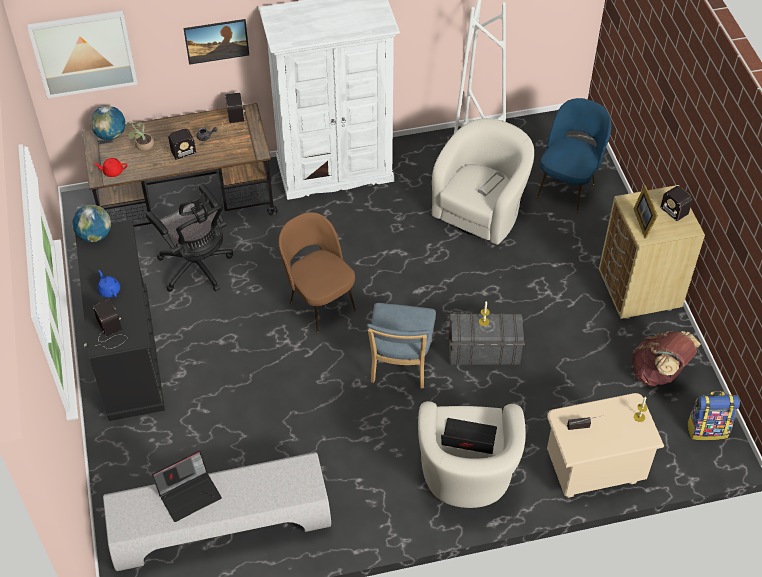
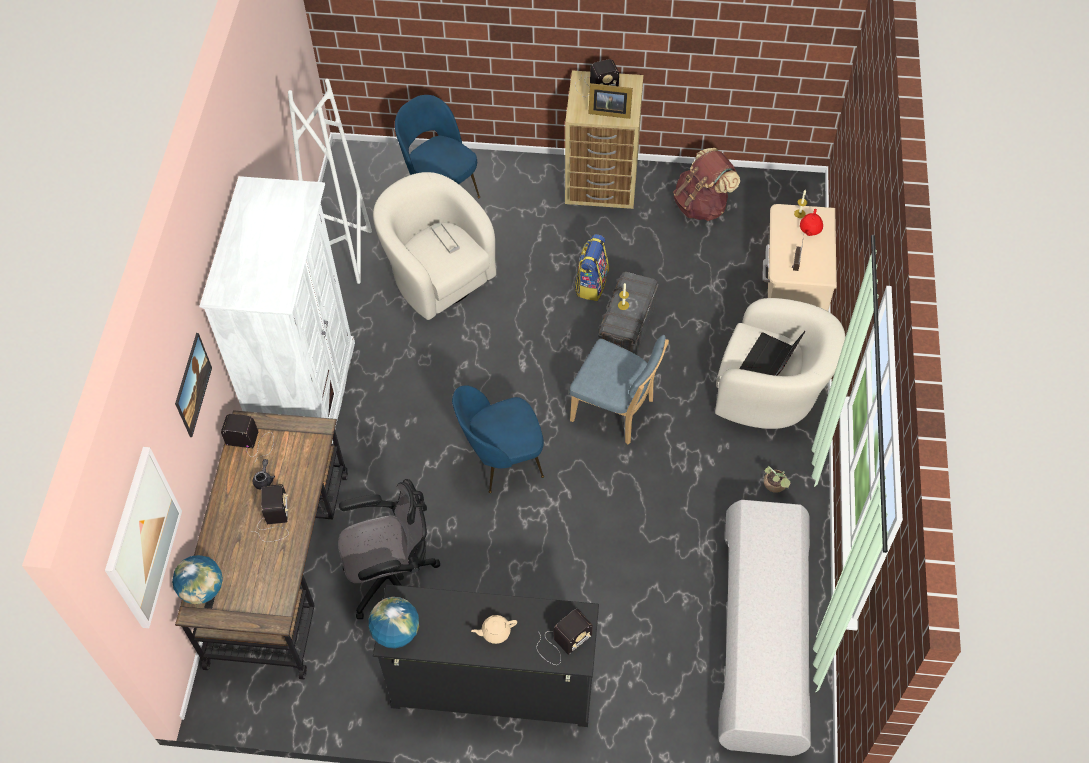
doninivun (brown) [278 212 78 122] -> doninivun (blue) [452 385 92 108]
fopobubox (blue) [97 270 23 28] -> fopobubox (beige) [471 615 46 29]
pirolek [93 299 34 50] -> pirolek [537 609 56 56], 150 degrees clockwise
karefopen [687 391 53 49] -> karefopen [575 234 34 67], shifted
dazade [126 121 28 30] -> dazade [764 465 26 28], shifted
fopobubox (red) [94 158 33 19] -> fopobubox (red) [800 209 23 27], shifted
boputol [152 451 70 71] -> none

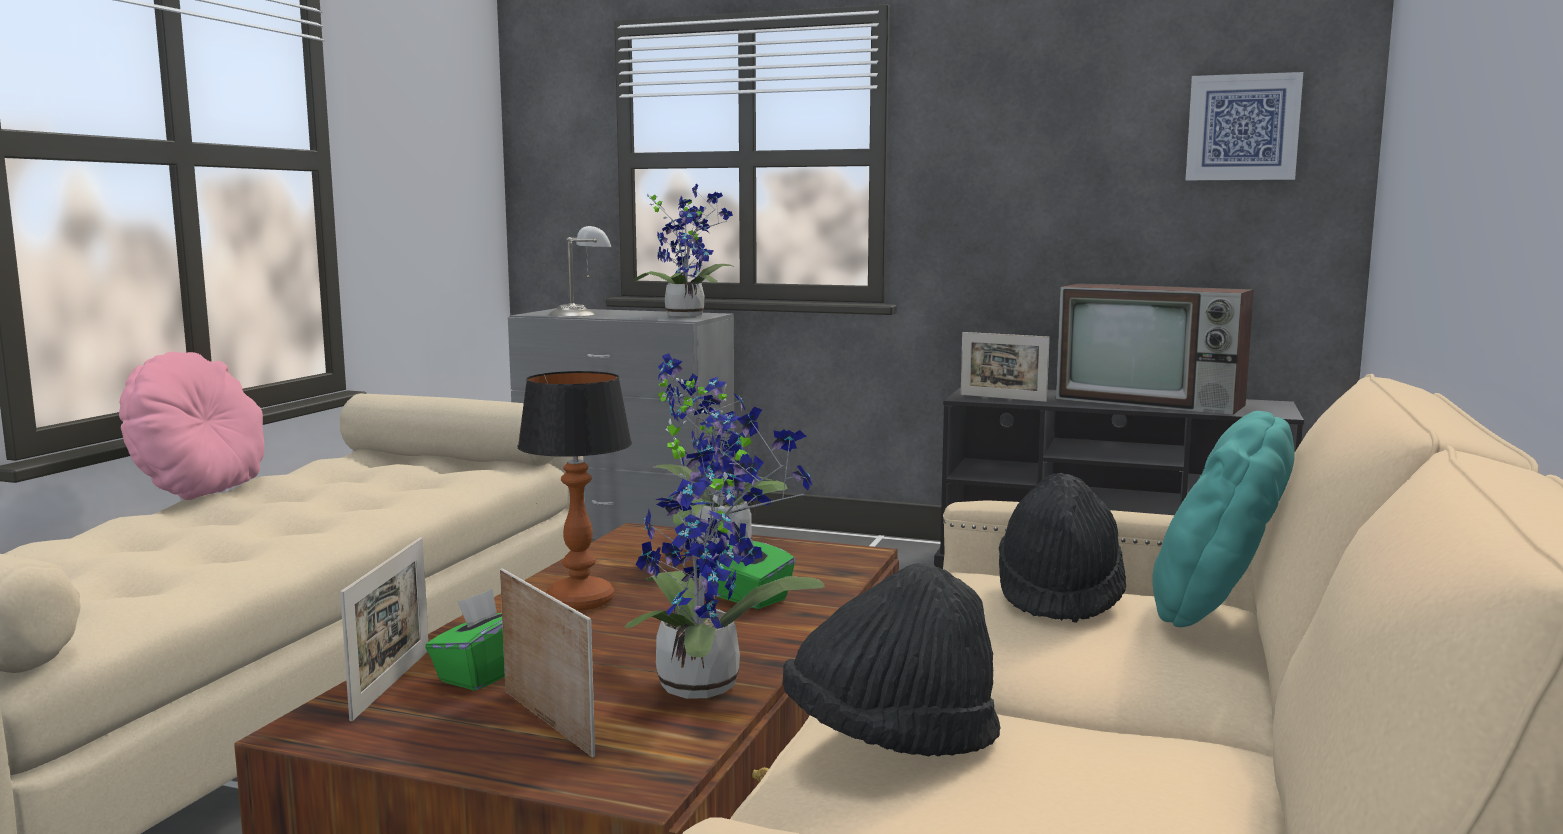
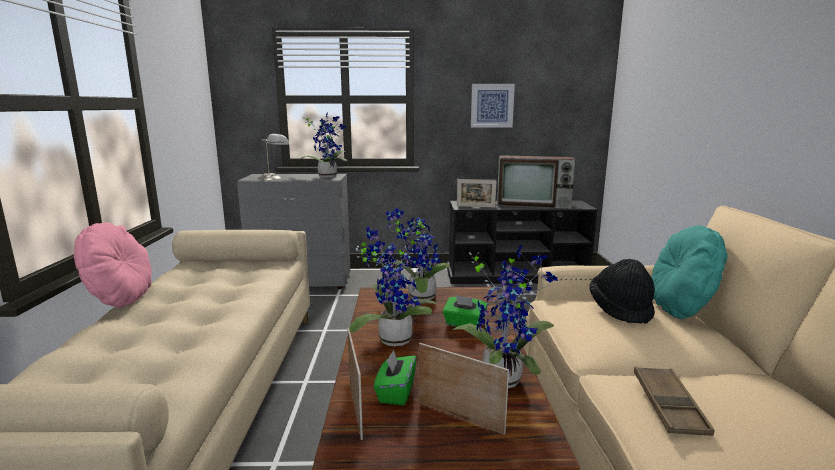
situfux [518 371 114 240] -> dazade [349 227 88 119]
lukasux [1186 72 117 108] -> lukasux [471 84 44 43], shifted
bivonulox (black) [782 563 219 193] -> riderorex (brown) [634 367 80 69]

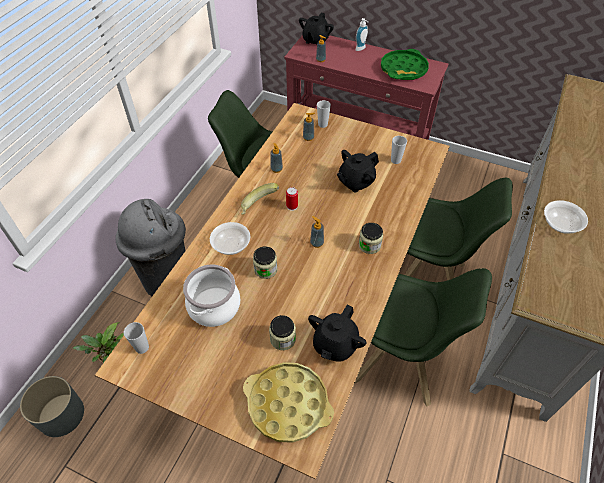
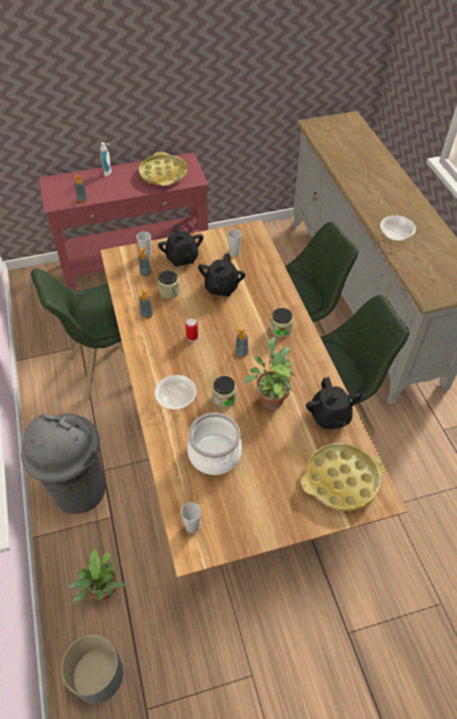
riderorex (green) [381 49 48 31] -> riderorex (yellow) [139 152 48 34]
fopobubox (black) [299 13 35 31] -> fopobubox (black) [158 225 45 42], shifted
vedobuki [269 315 27 35] -> vedobuki [158 270 21 29], shifted
none -> dazade [244 337 51 72]
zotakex [241 183 38 32] -> none

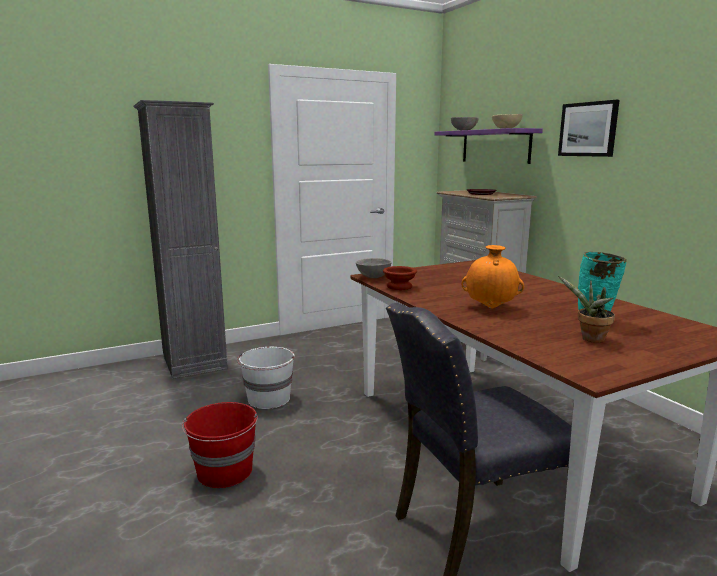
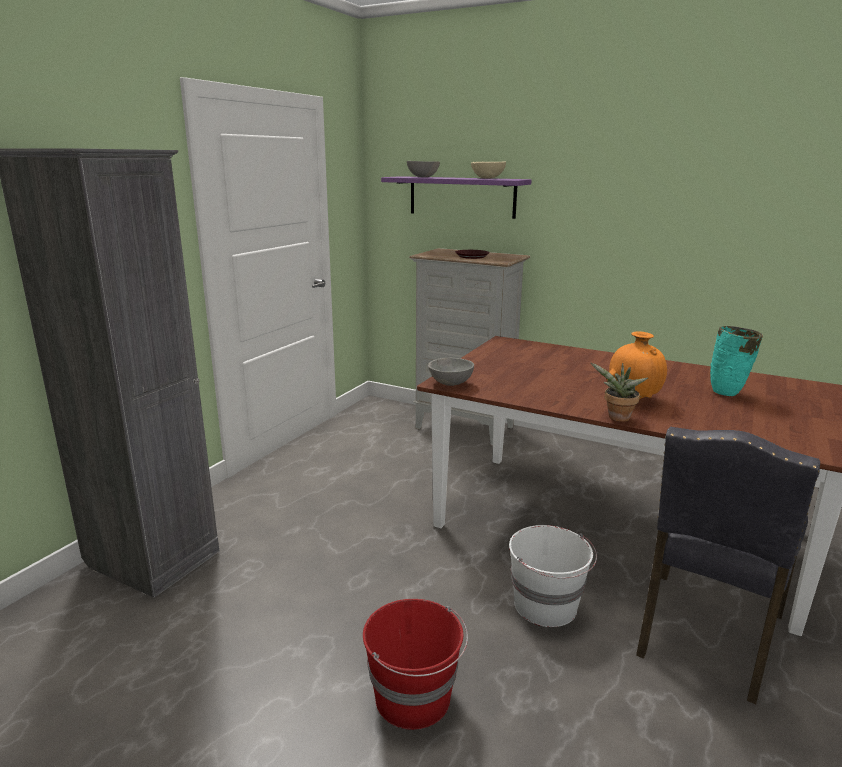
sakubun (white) [237 347 58 62] -> sakubun (white) [509 525 88 102], shifted
dazade [558 276 57 67] -> dazade [591 363 57 59], shifted
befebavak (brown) [383 266 34 24] -> none
lukasux [558 100 62 57] -> none

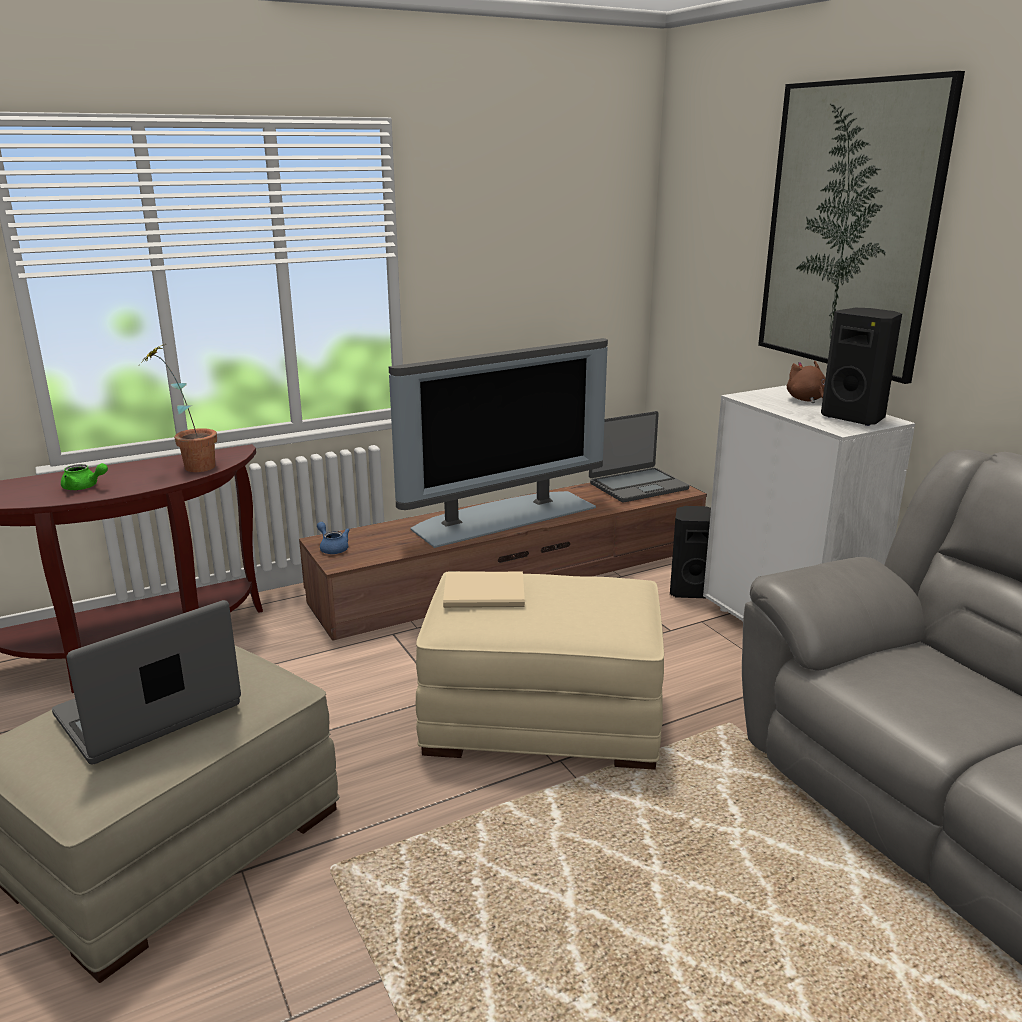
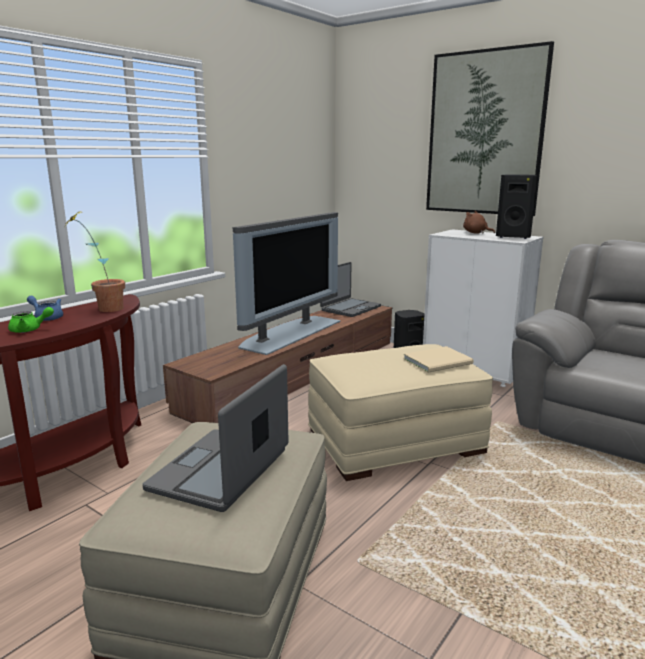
fopobubox (blue) [317 522 33 32] -> fopobubox (blue) [27 296 36 25], shifted
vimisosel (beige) [443 572 82 36] -> vimisosel (beige) [404 346 70 27], shifted

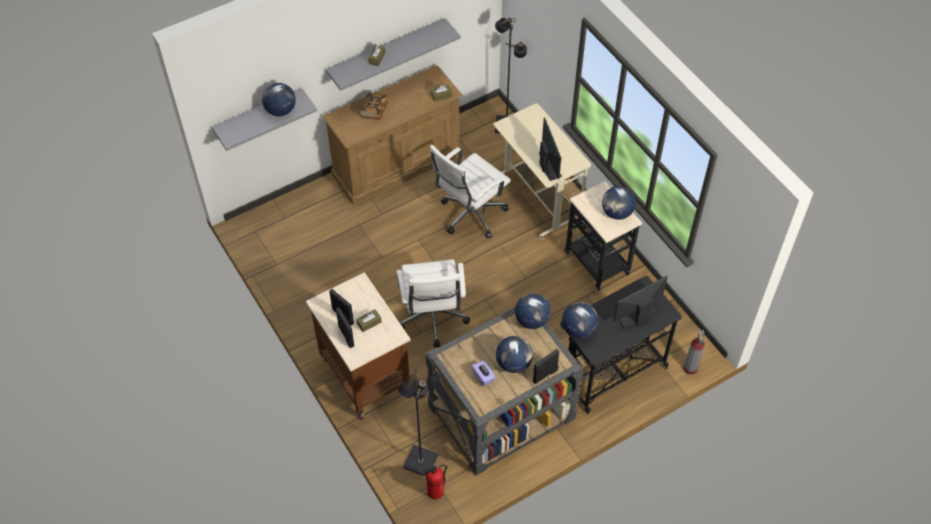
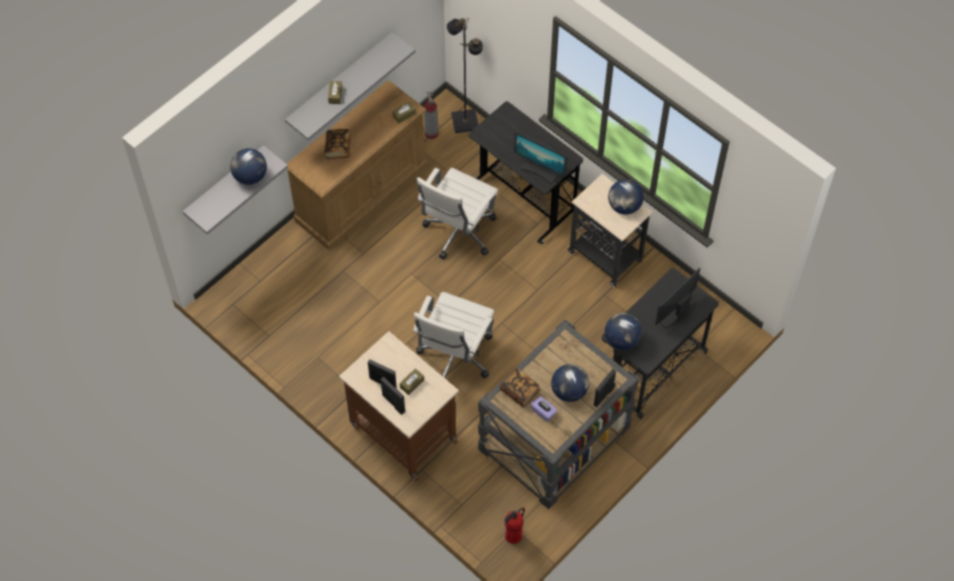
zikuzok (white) [397 259 73 89] -> zikuzok (white) [413 292 81 86], 45 degrees clockwise
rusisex [683 328 22 47] -> rusisex [424 91 14 48], shifted
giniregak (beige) [494 103 97 137] -> giniregak (black) [468 101 115 143]
none -> vimisosel [500 368 40 39]
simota [539 117 23 64] -> simota [514 132 53 52], 150 degrees clockwise
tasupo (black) [398 370 41 107] -> none
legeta [515 293 36 36] -> none

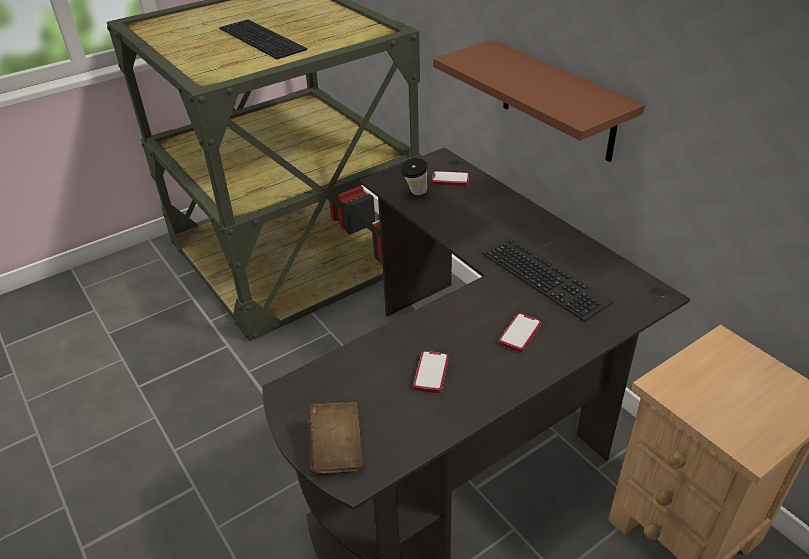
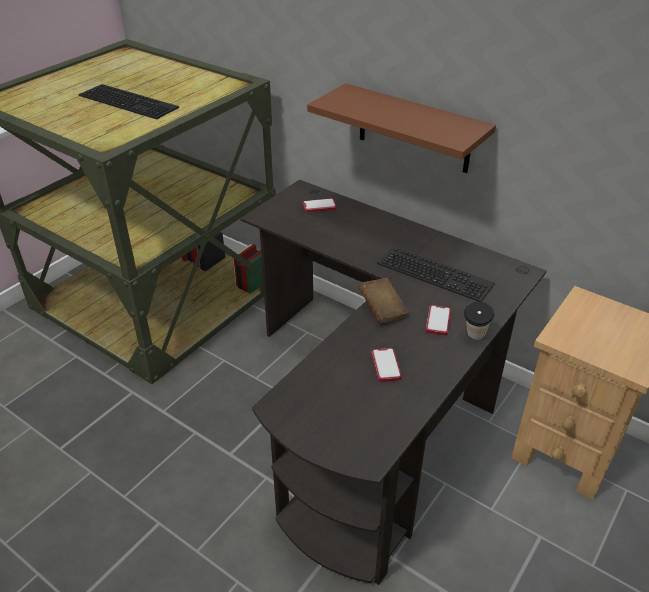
vimisosel (brown) [308 402 55 71] -> vimisosel (brown) [358 278 50 45], shifted
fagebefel [401 158 27 37] -> fagebefel [464 302 31 38], shifted

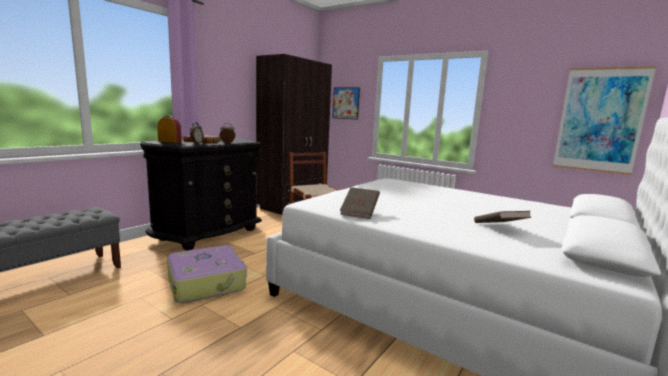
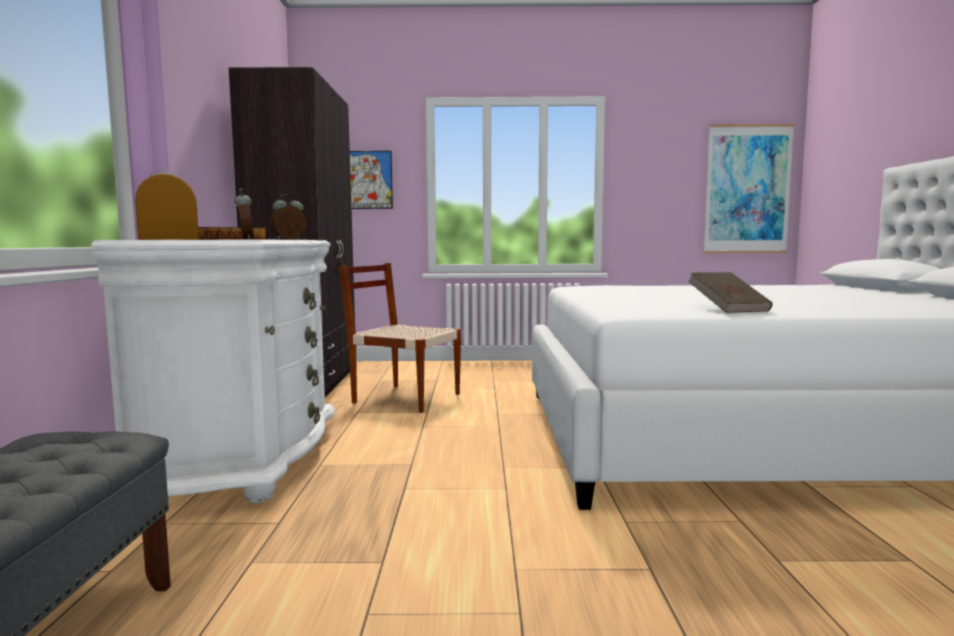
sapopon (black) [140 138 122 112] -> sapopon (white) [91 239 244 264]
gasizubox [167 245 80 58] -> none
vimisosel (brown) [474 211 58 12] -> none

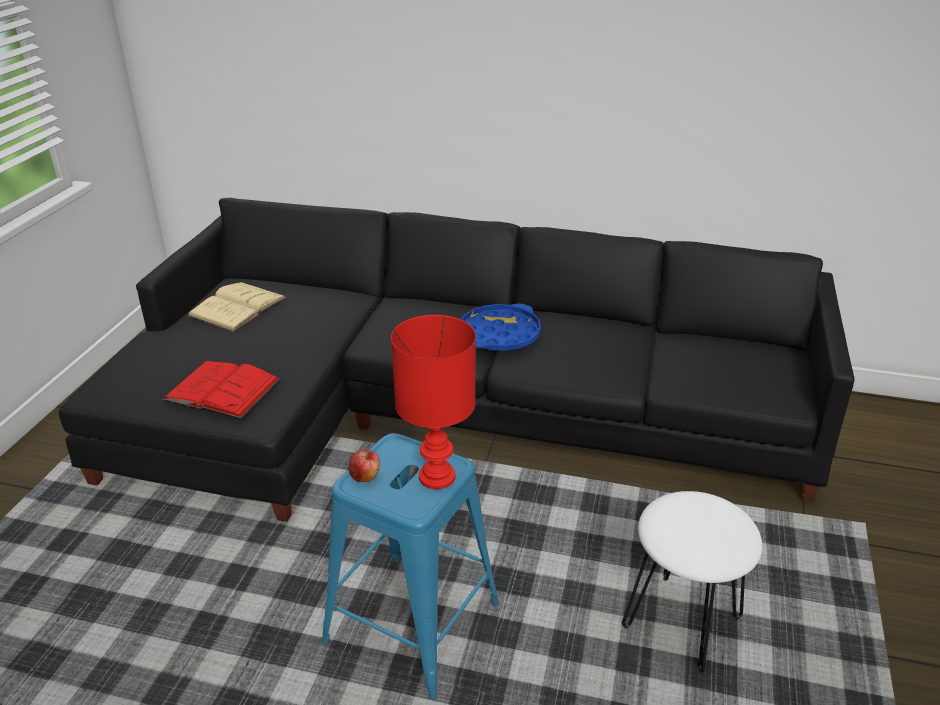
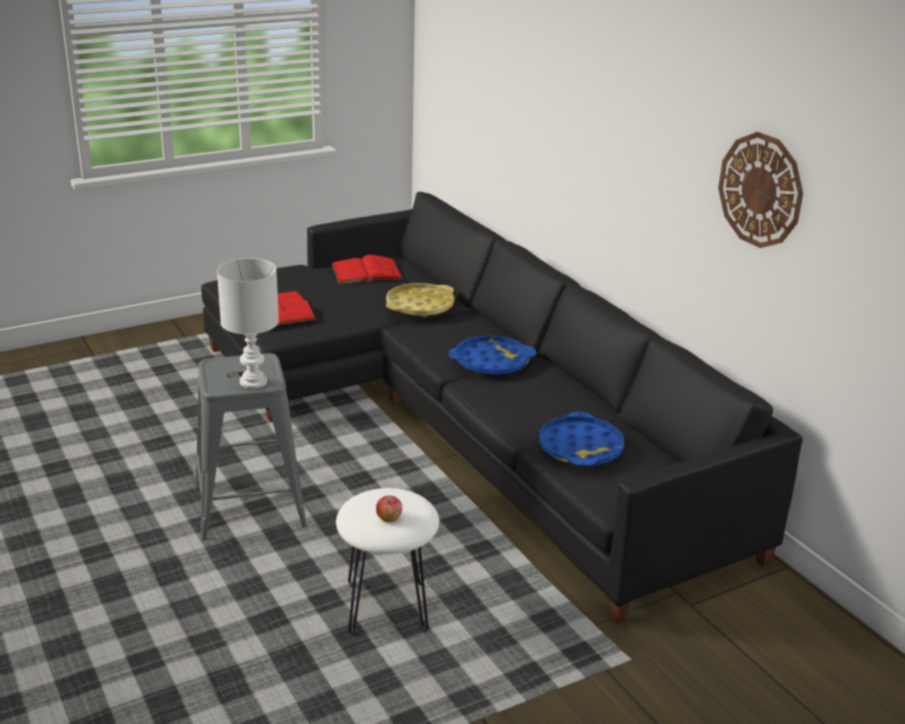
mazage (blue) [322 433 177 266] -> mazage (grey) [195 353 112 188]
situfux (red) [391 315 85 174] -> situfux (white) [217 258 62 131]
vimisosel (beige) [187 282 100 50] -> vimisosel (red) [332 255 71 29]
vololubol [349 450 31 32] -> vololubol [376 496 26 26], shifted
none -> riderorex (yellow) [386 283 68 34]
none -> riderorex (blue) [539 412 85 54]
none -> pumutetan [718 132 85 116]

